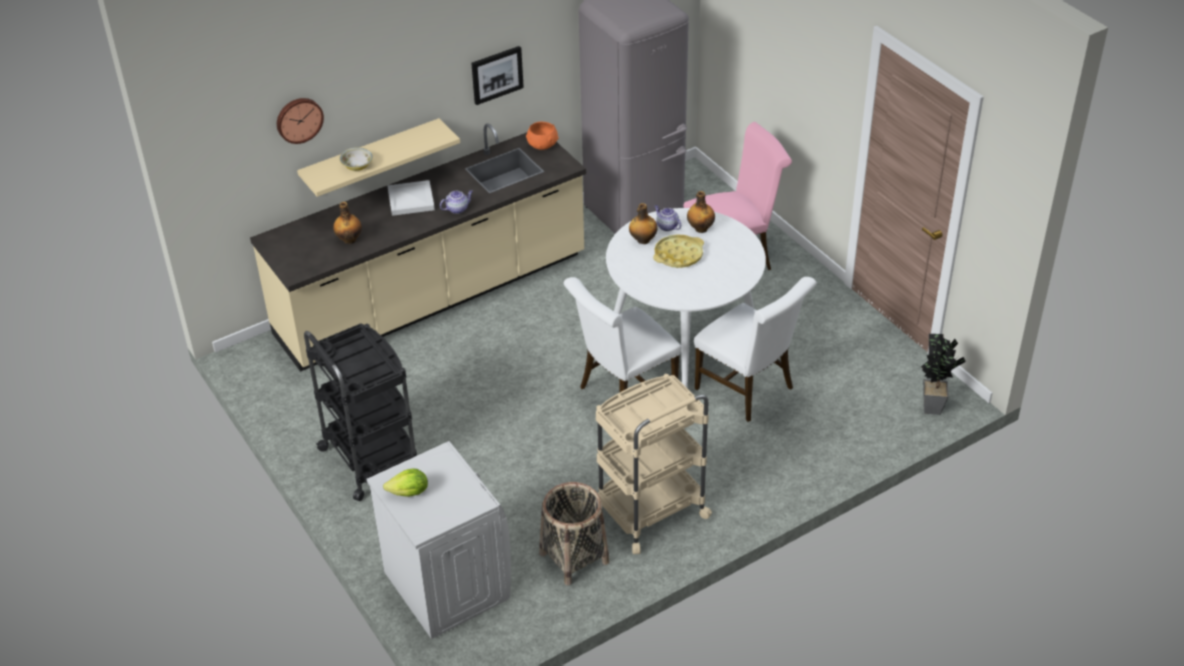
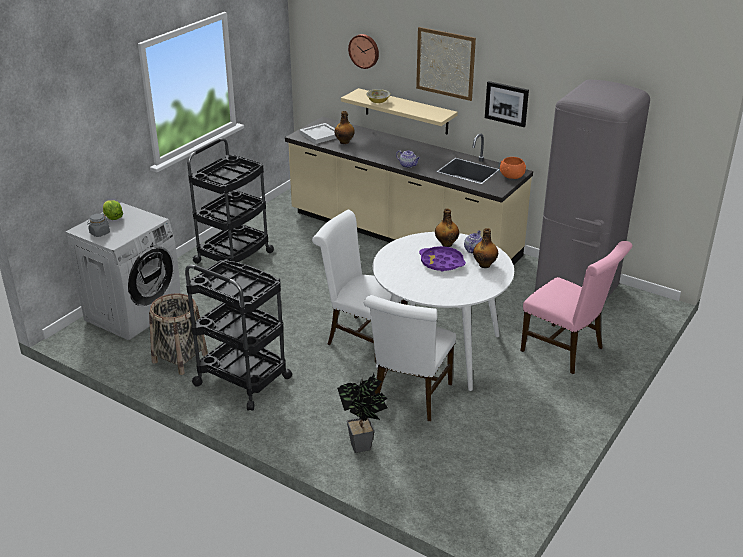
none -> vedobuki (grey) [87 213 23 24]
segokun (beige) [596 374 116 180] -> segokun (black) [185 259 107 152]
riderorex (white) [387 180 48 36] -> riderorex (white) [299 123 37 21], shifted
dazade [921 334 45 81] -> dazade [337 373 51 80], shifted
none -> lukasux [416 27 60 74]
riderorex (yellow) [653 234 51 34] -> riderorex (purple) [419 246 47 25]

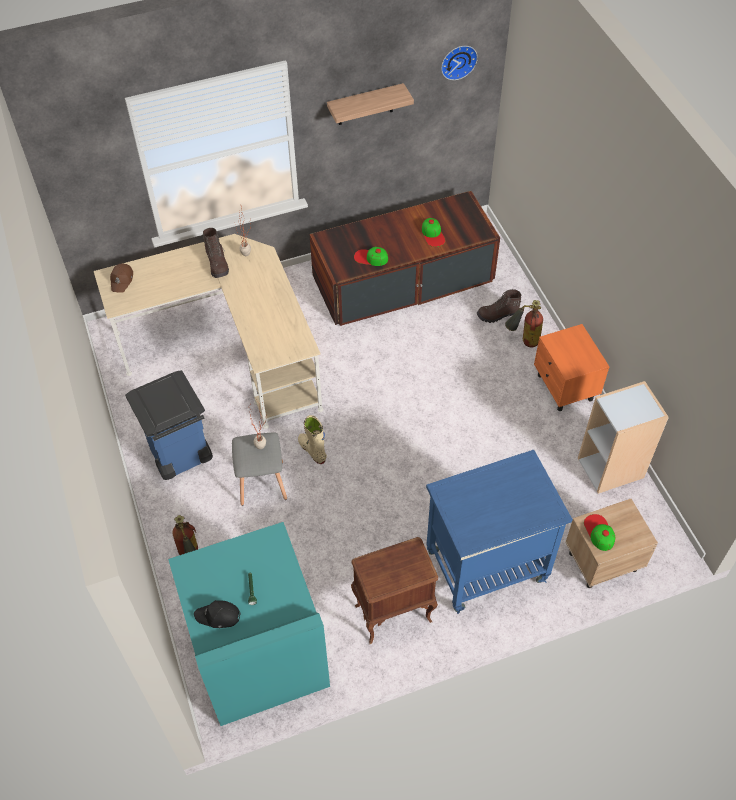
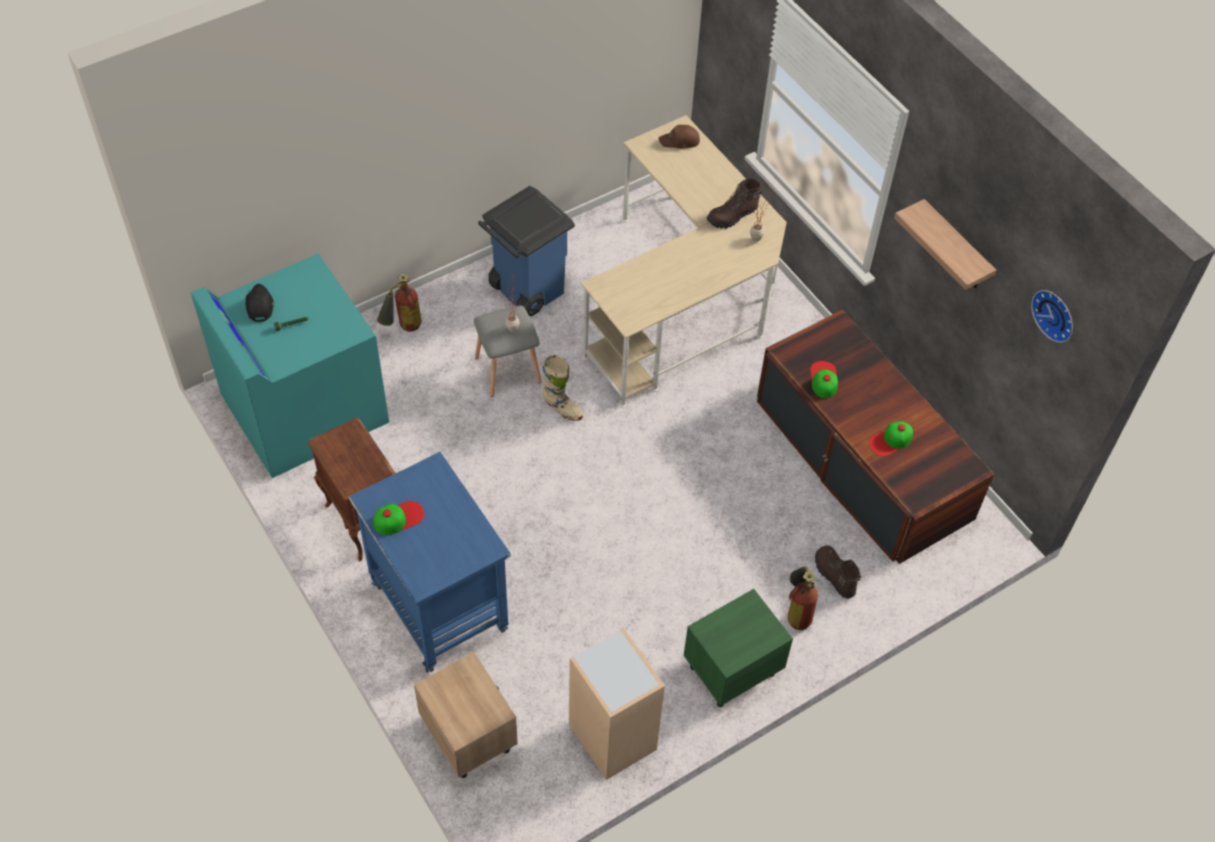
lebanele [584 514 31 37] -> lebanele [373 501 51 34], shifted
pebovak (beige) [298 415 29 49] -> pebovak (beige) [542 355 41 66], 90 degrees clockwise
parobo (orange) [534 324 76 87] -> parobo (green) [683 589 110 118]

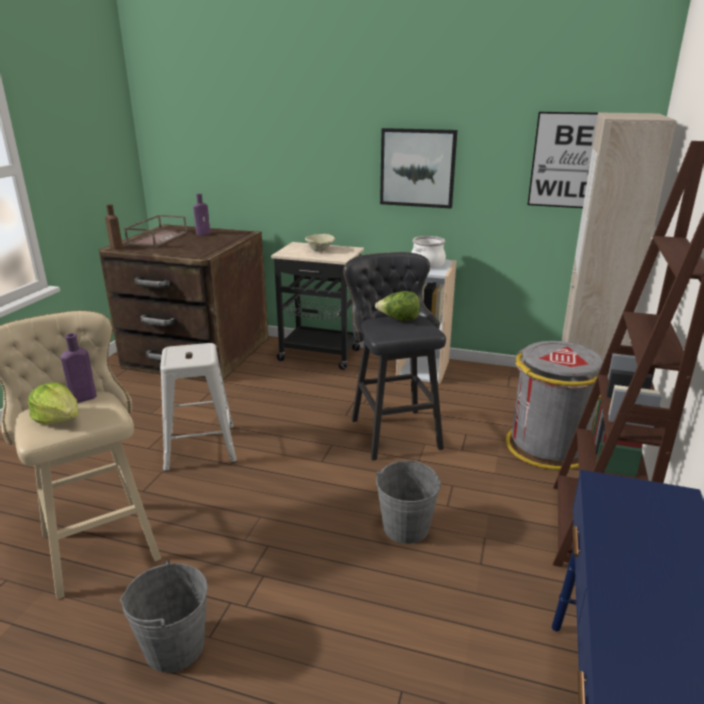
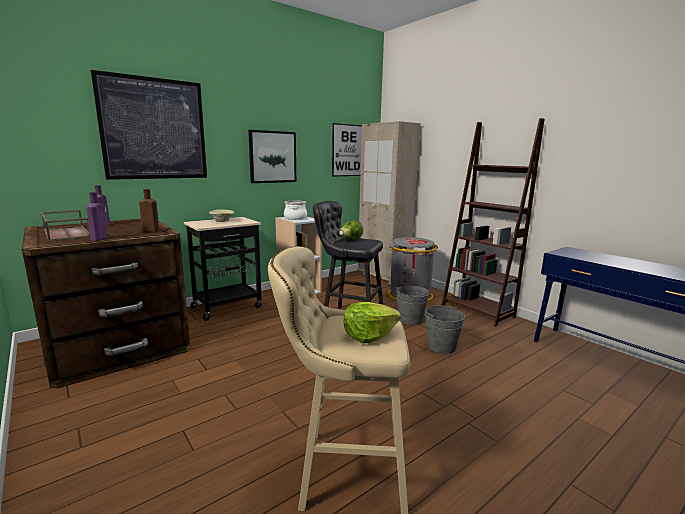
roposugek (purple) [61 333 36 70] -> roposugek (purple) [86 192 21 49], shifted
none -> lukasux [91 70 116 110]
roposugek (brown) [105 204 18 46] -> roposugek (brown) [139 189 21 44], shifted
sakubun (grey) [120 560 88 113] -> sakubun (grey) [396 286 34 39], shifted
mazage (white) [160 343 77 128] -> none

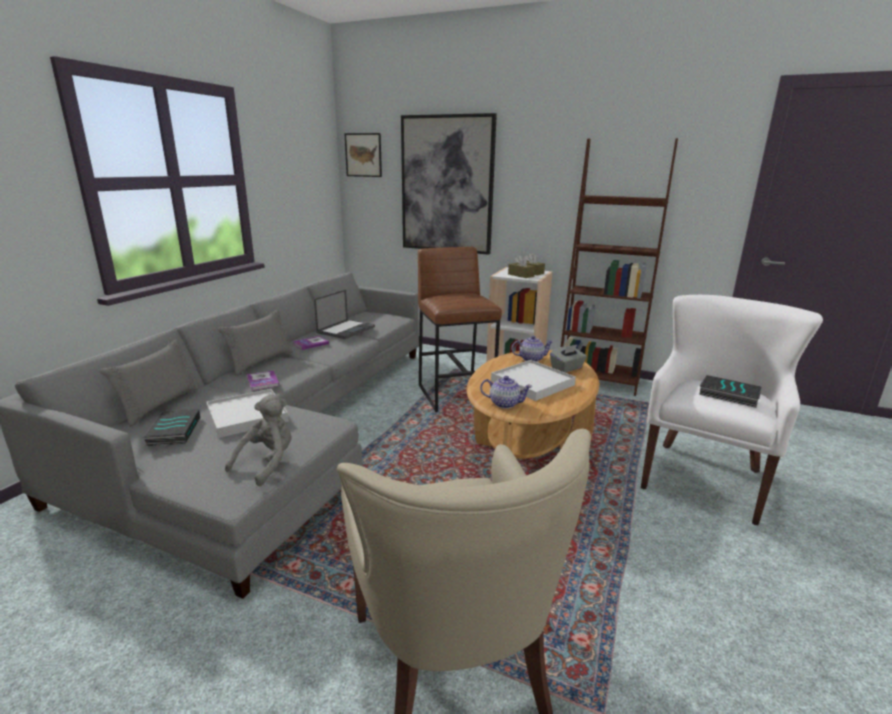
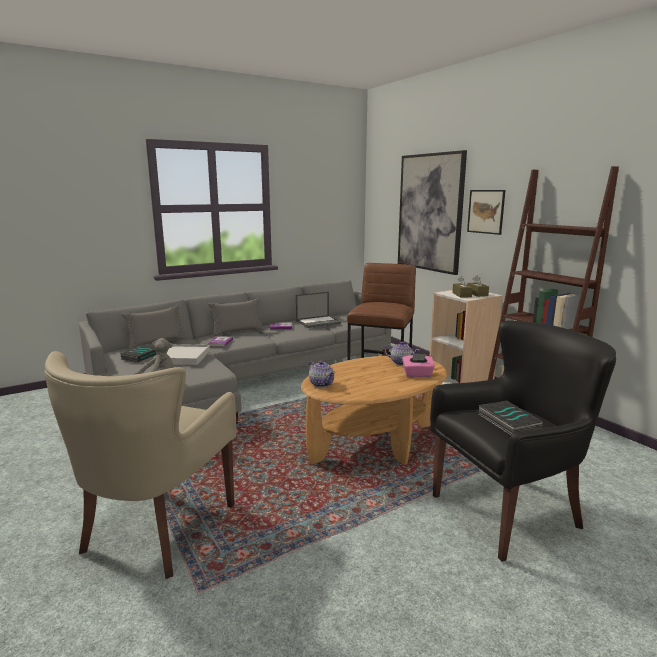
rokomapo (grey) [550 344 37 29] -> rokomapo (pink) [402 354 33 23]
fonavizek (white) [641 295 182 230] -> fonavizek (black) [430 320 186 242]
lukasux [344 133 38 44] -> lukasux [467 190 38 45], shifted
riderorex (white) [491 360 85 41] -> none

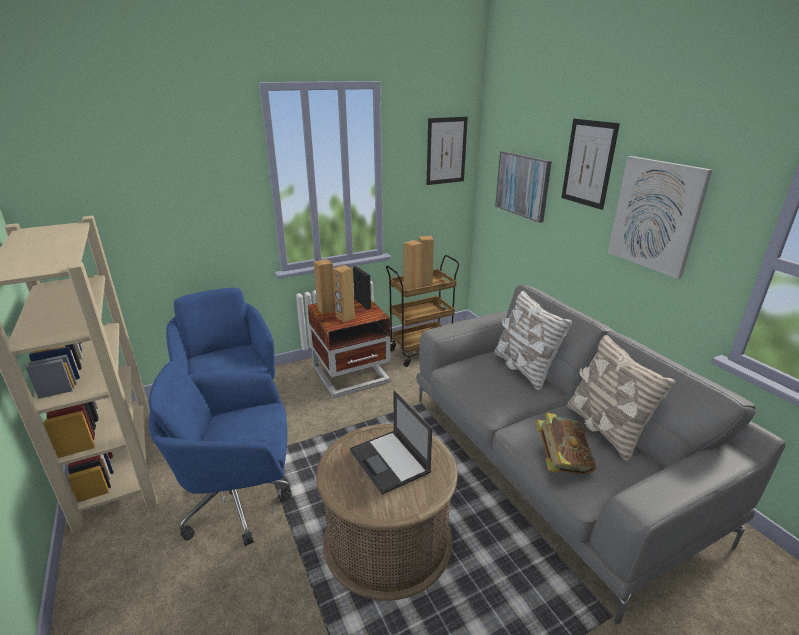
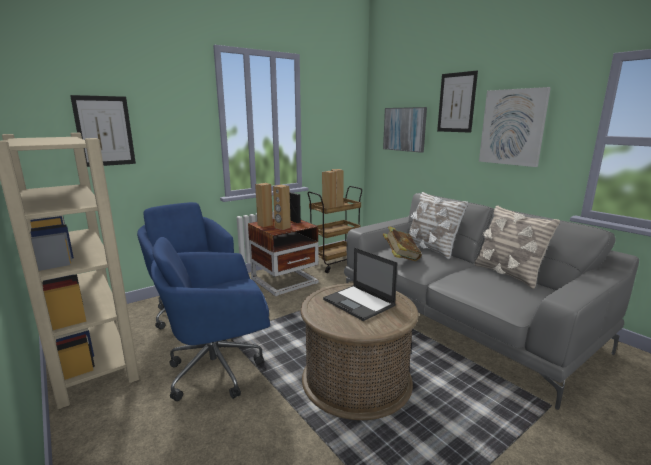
lukasux [427 117 41 68] -> lukasux [70 95 66 72], shifted
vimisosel [536 413 60 61] -> vimisosel [383 226 39 35], shifted

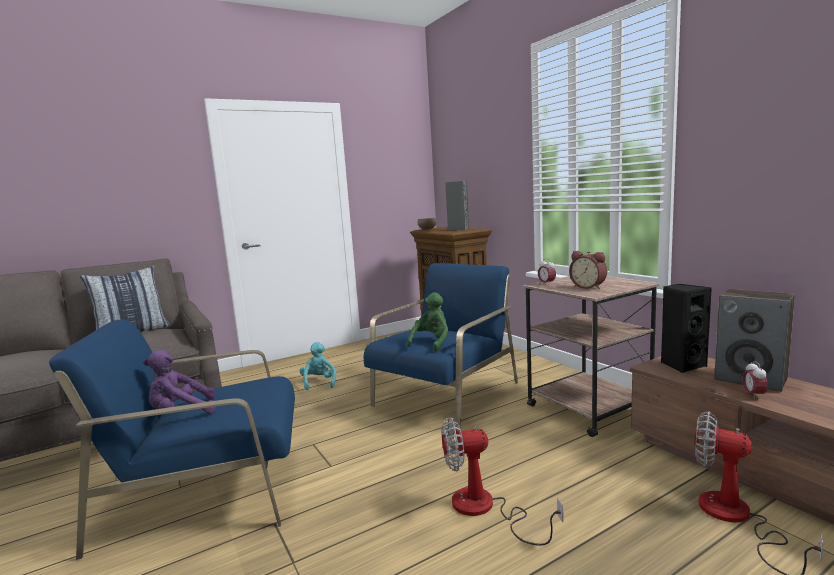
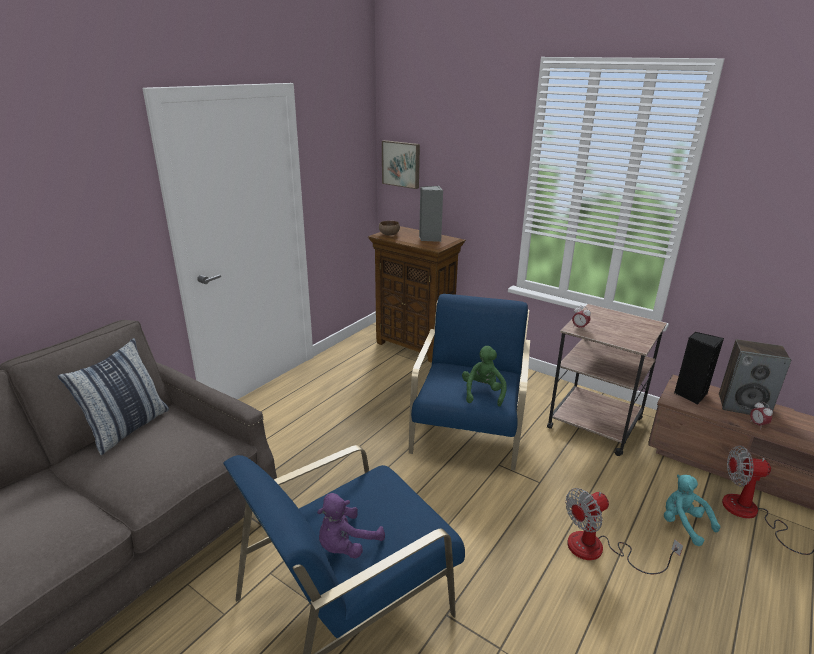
none -> lukasux [382 140 38 49]
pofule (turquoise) [299 342 37 48] -> pofule (turquoise) [664 475 56 71], shifted
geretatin [569 251 38 38] -> none

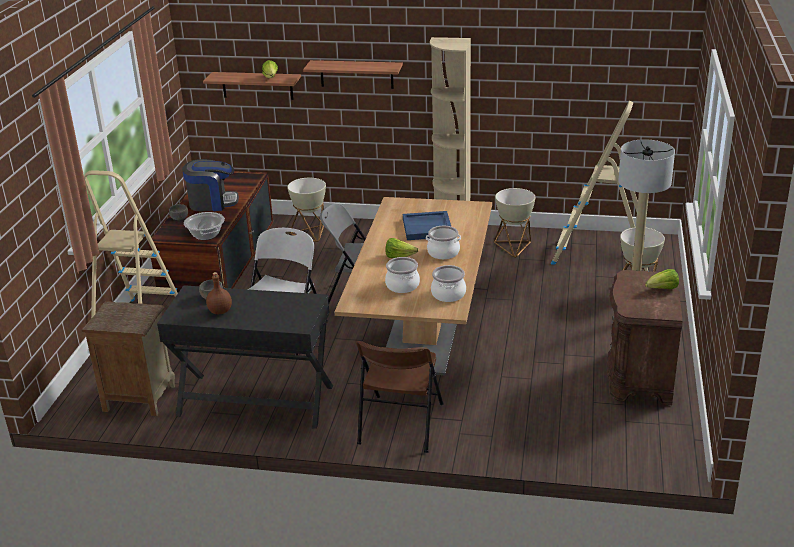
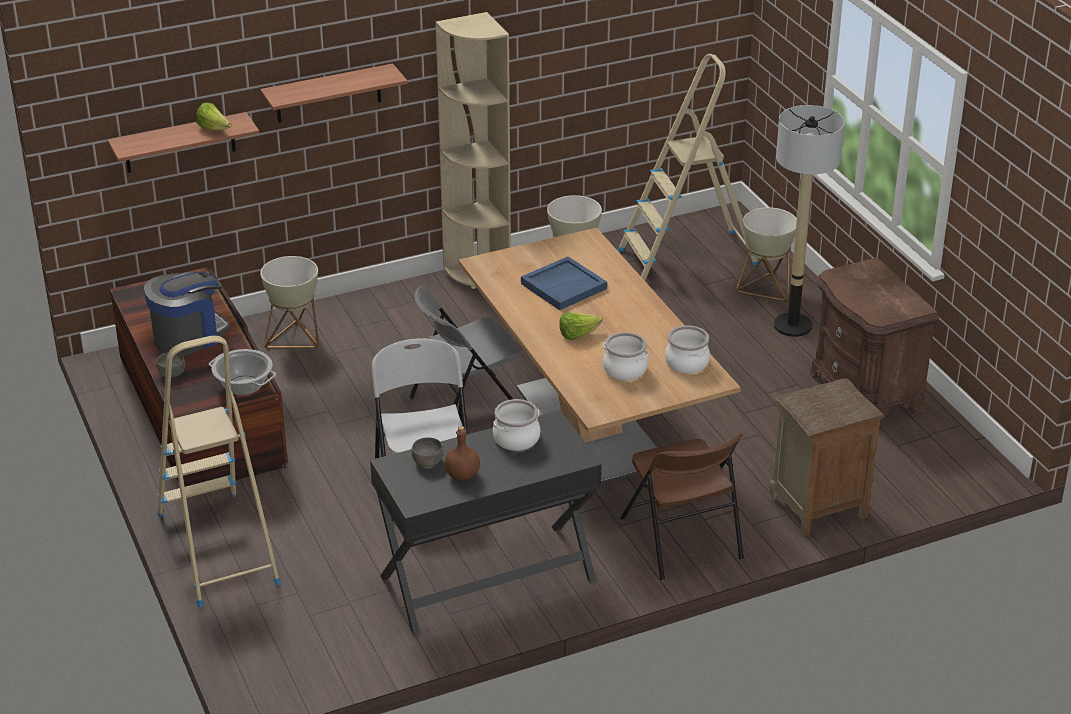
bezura [426 226 35 33] -> bezura [493 399 47 52], shifted
parobo (beige) [81 301 94 115] -> parobo (beige) [769 378 116 159], shifted
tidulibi [645 269 34 20] -> none

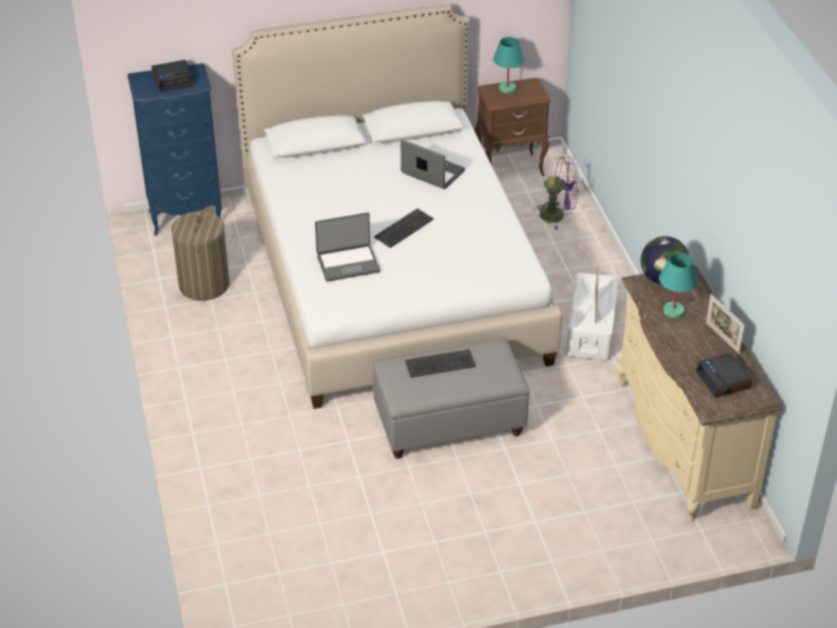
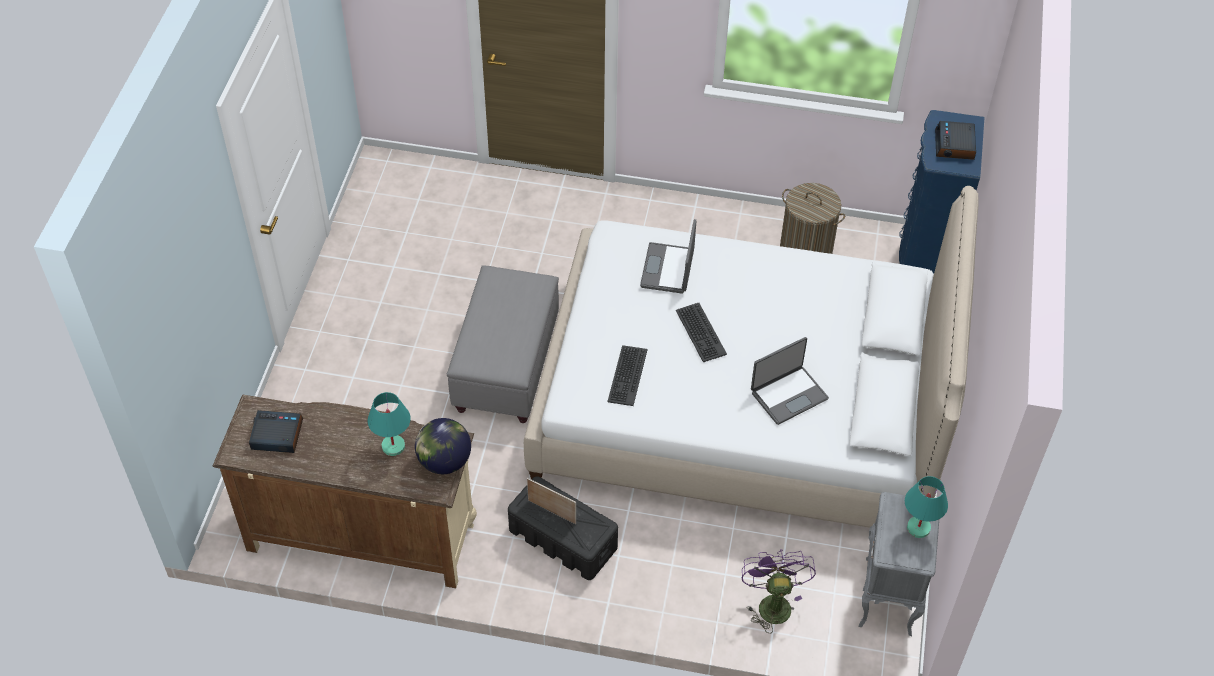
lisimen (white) [566 273 53 87] -> lisimen (black) [508 476 110 104]
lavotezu [405 349 71 29] -> lavotezu [607 345 41 61], shifted
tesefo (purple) [535 157 44 73] -> tesefo (purple) [742 549 74 84], 135 degrees clockwise
parobo (brown) [475 78 76 98] -> parobo (grey) [858 492 81 144]
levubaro [706 294 39 60] -> none

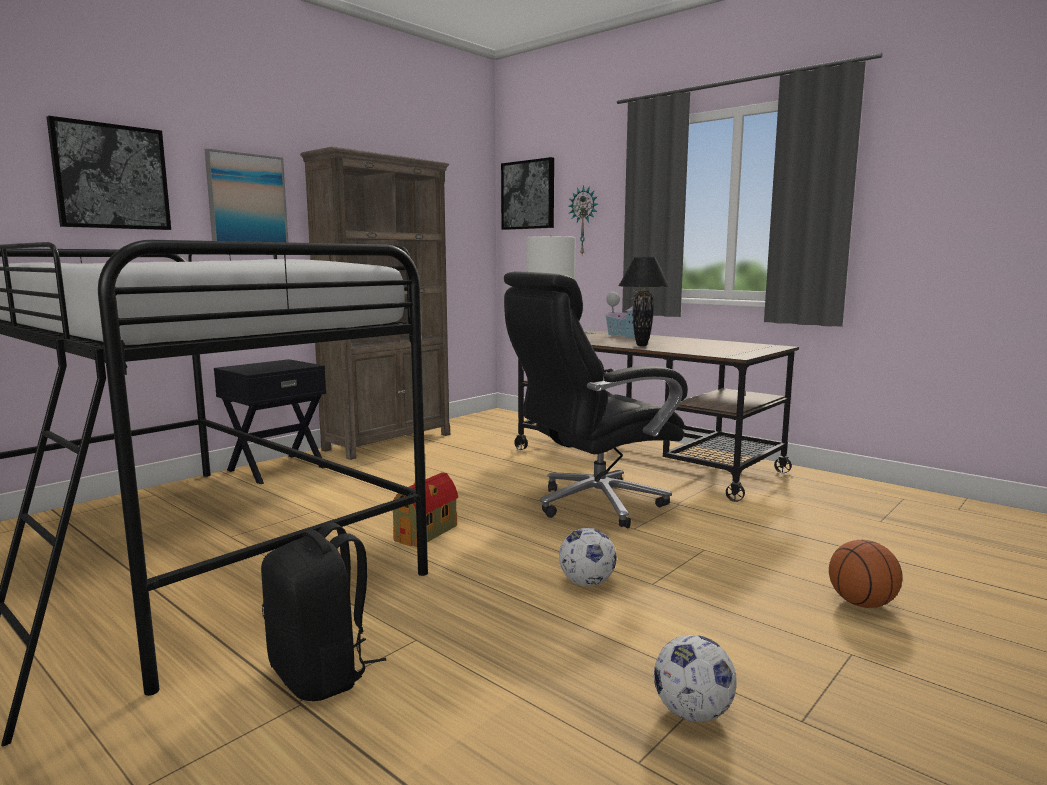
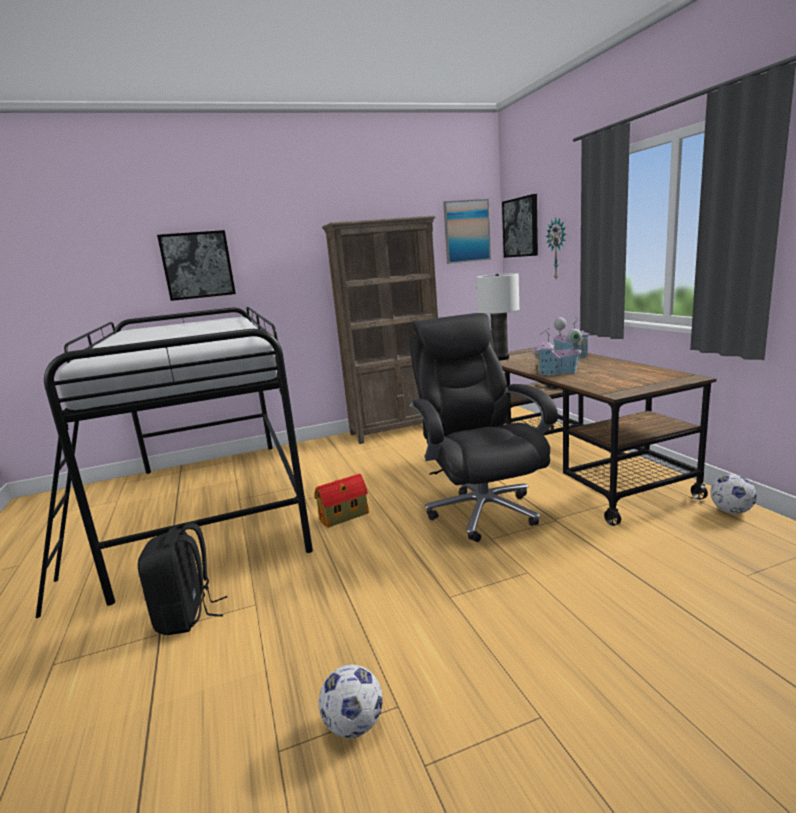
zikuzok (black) [504 271 184 257] -> zikuzok (black) [410 313 148 229], 75 degrees clockwise
lukasux [205 149 83 93] -> lukasux [443 199 48 65], shifted
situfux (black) [618 257 51 89] -> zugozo [532 327 50 48]
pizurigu [559 528 58 58] -> pizurigu [710 474 47 40], shifted
parobo (black) [214 359 112 125] -> none
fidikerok [829 540 74 68] -> none

